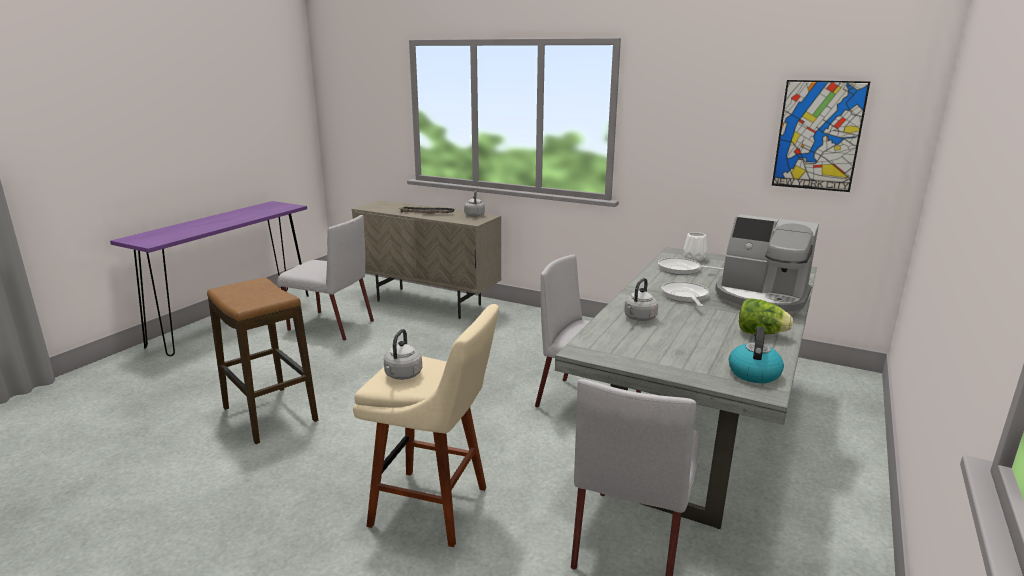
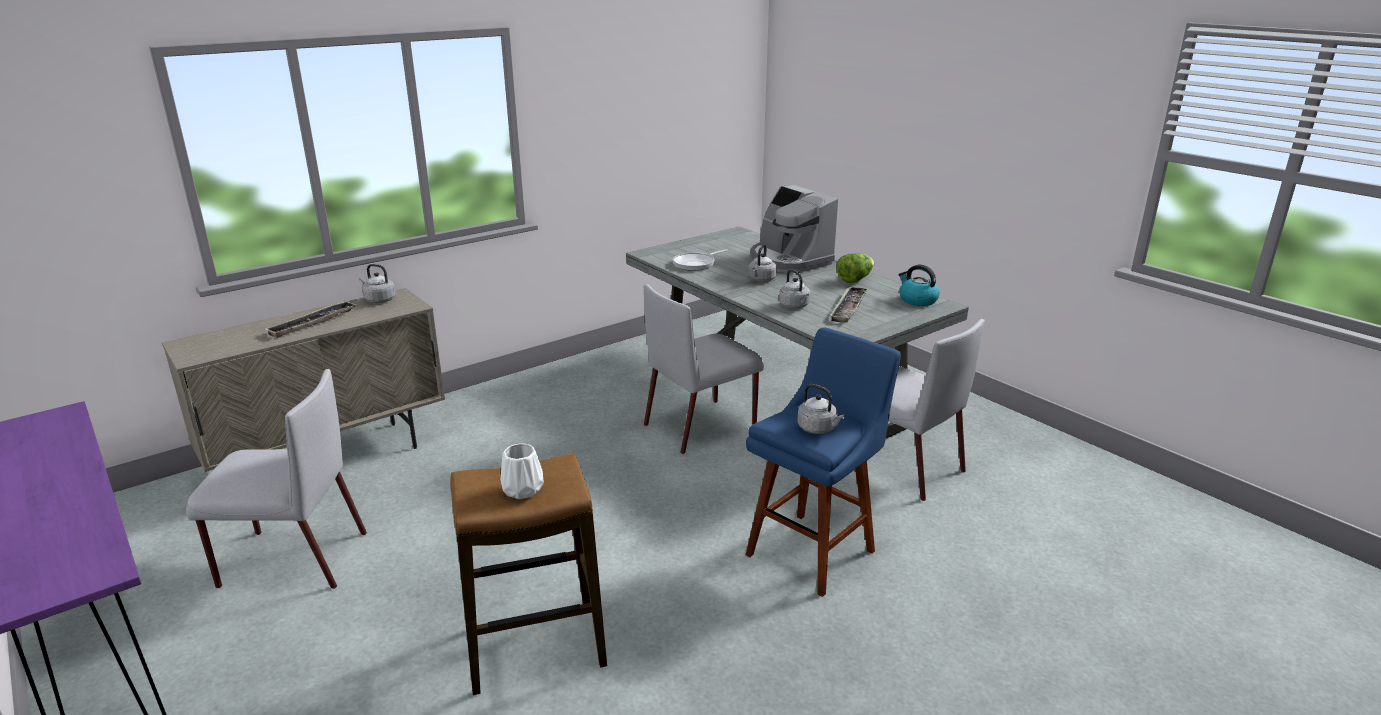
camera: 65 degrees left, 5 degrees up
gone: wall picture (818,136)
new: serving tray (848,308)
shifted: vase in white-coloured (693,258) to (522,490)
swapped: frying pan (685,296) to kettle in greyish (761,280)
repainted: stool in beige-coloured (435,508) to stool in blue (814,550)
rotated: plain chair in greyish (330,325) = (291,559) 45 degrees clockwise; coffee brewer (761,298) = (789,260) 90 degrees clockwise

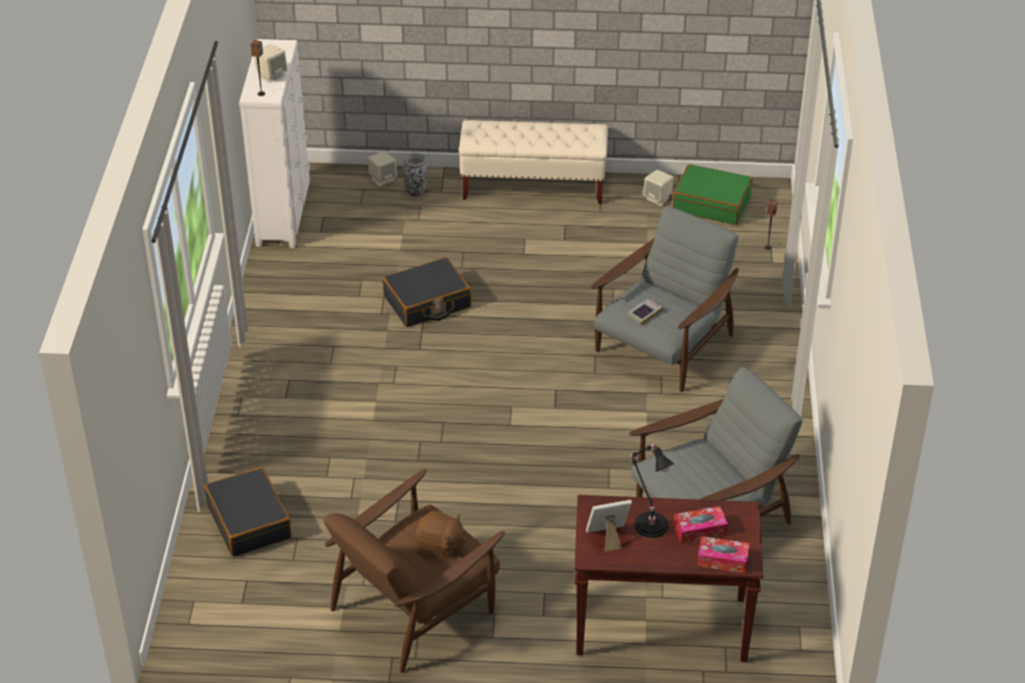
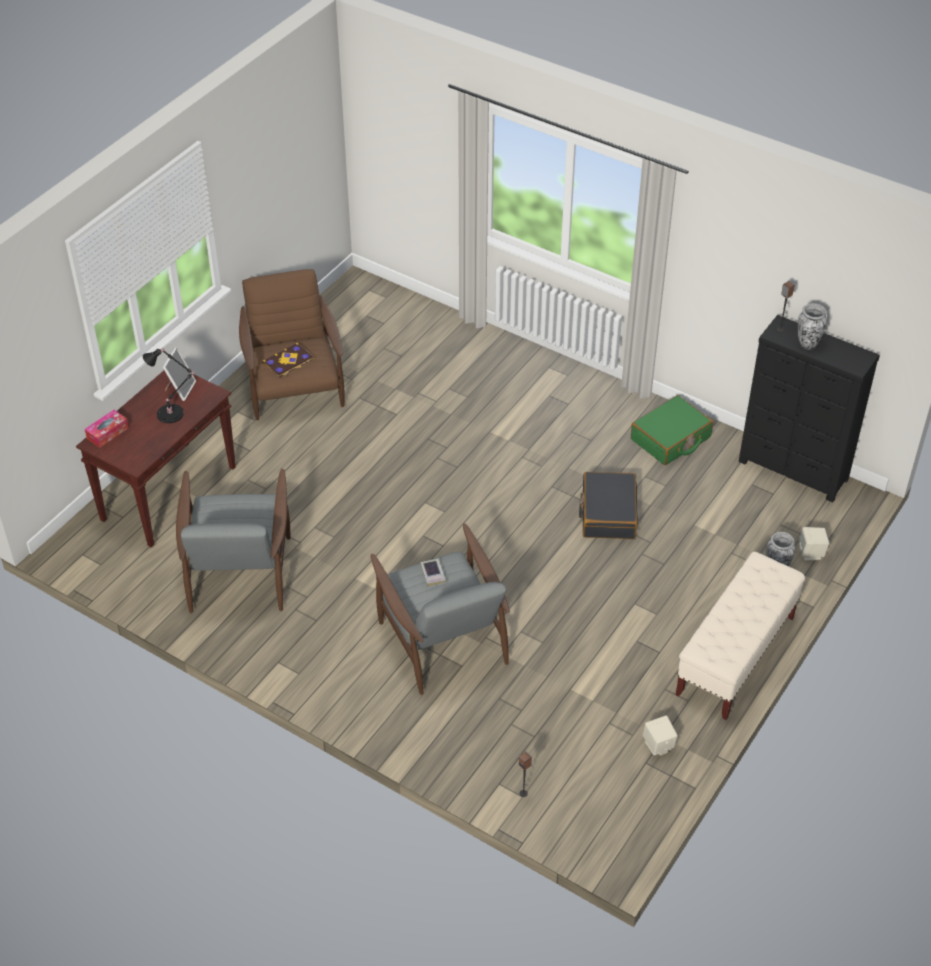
camera: 120 degrees right, 5 degrees up
gone: suitcase in black (249,521); tissue box (700,530)
shifted: suitcase in green (711,204) to (670,439)
swapped: audio speaker in beige-coloured (271,75) to vase (808,344); plush toy in brown (440,545) to bound book (288,362)
repainted: dresser in white-coloured (284,213) to dresser in black (793,471)

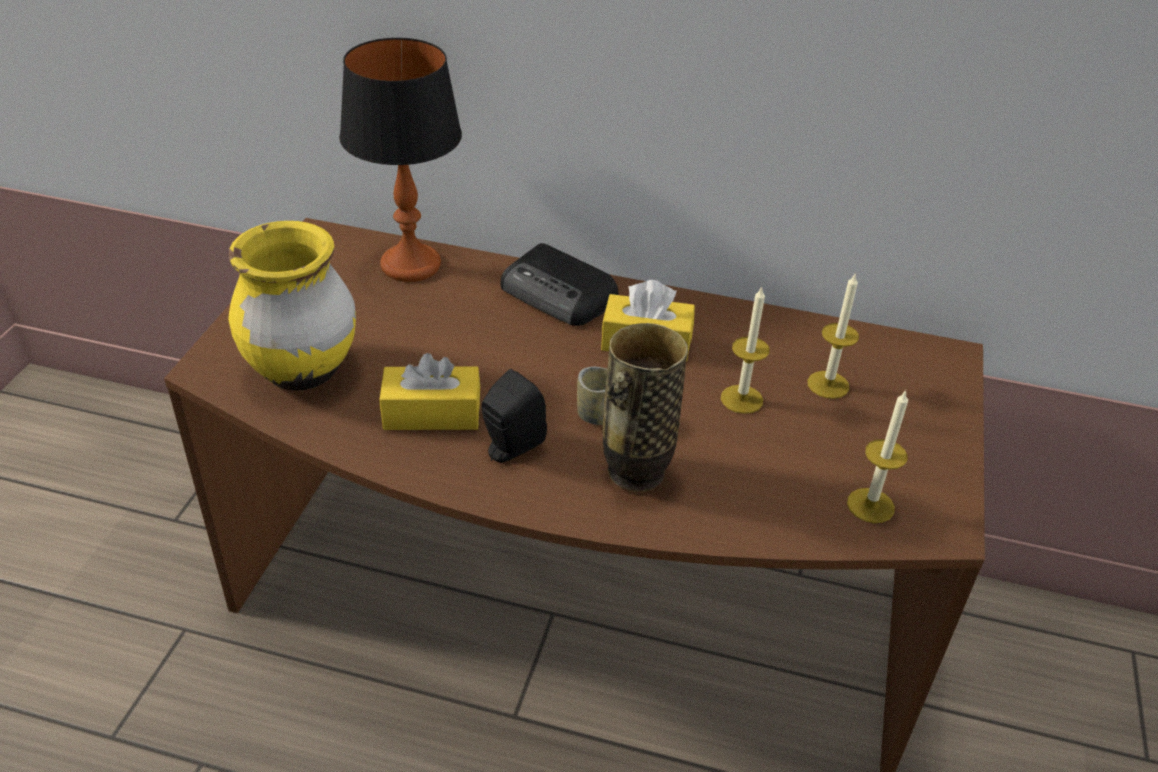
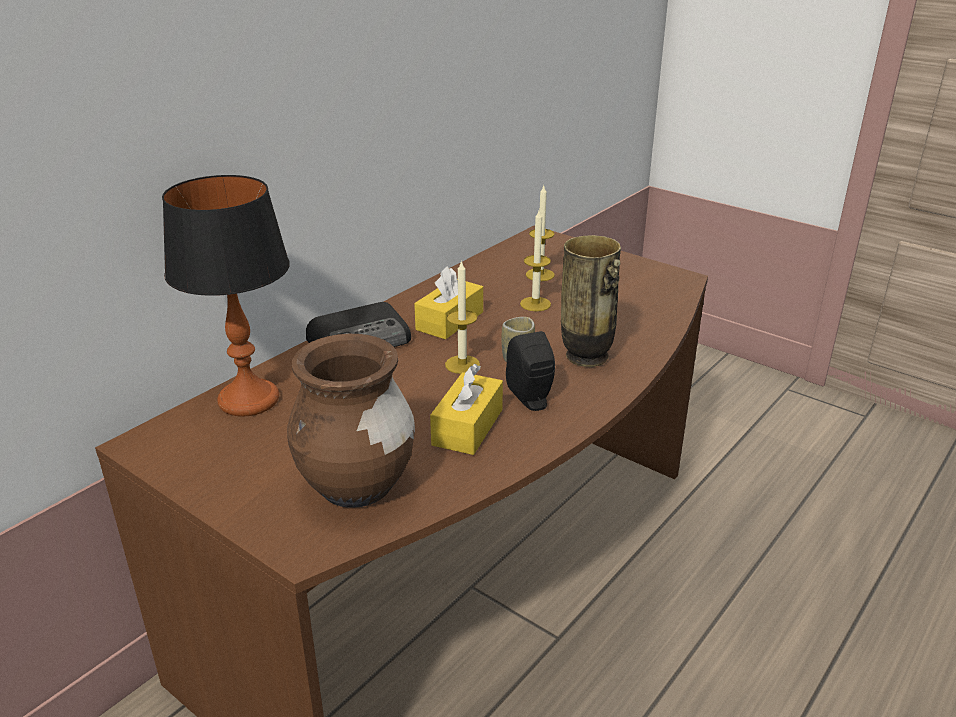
camera: 65 degrees left, 10 degrees down
shifted: candle (870,505) to (462,364)
repainted: vase in yellow-coloured (302,370) to vase in brown (357,487)

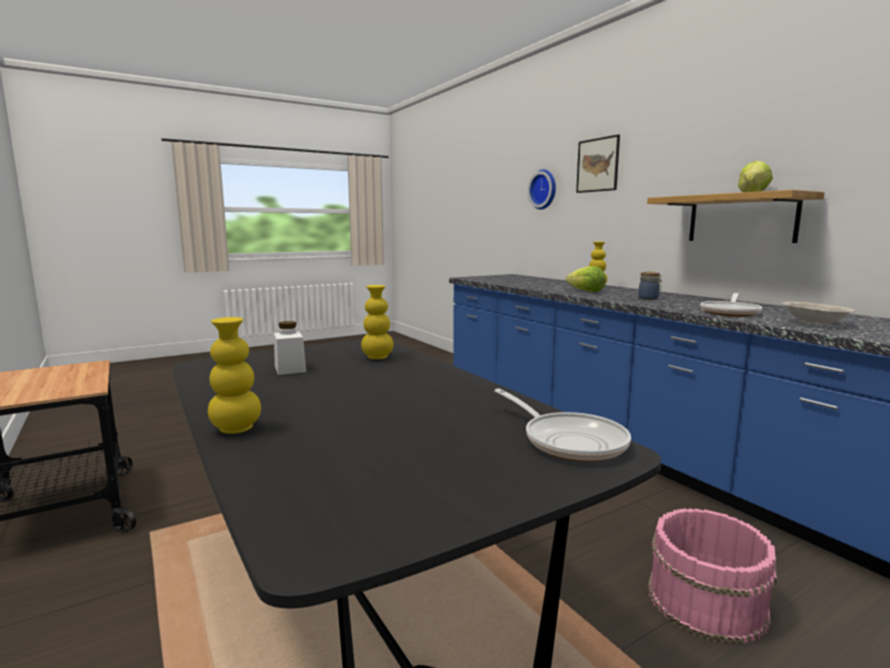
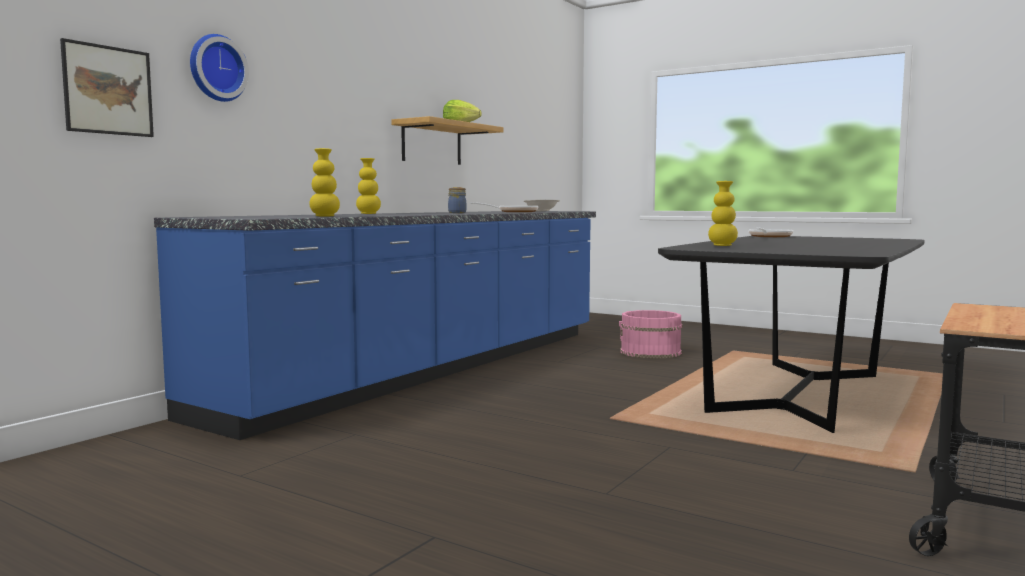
camera: 115 degrees left, 5 degrees down
gone: preserve jar in white-coloured (290,369); head of lettuce (586,291)
shifted: vase in yellow-coloured (236,429) to (325,216); wall picture (597,165) to (108,90)

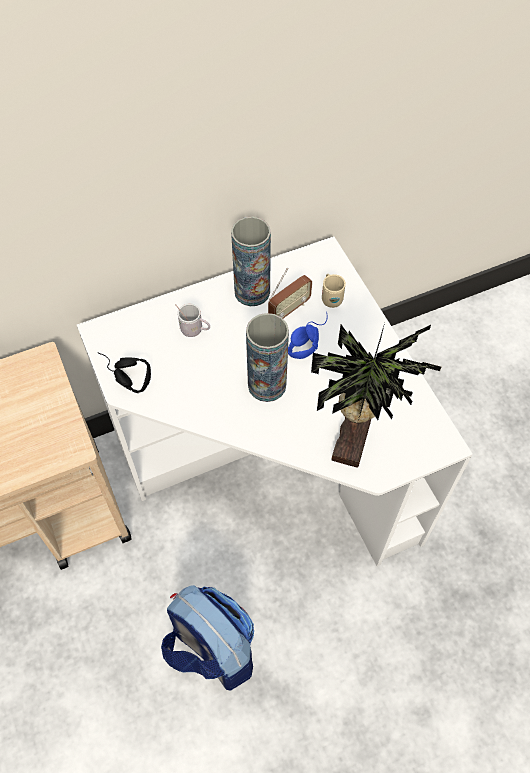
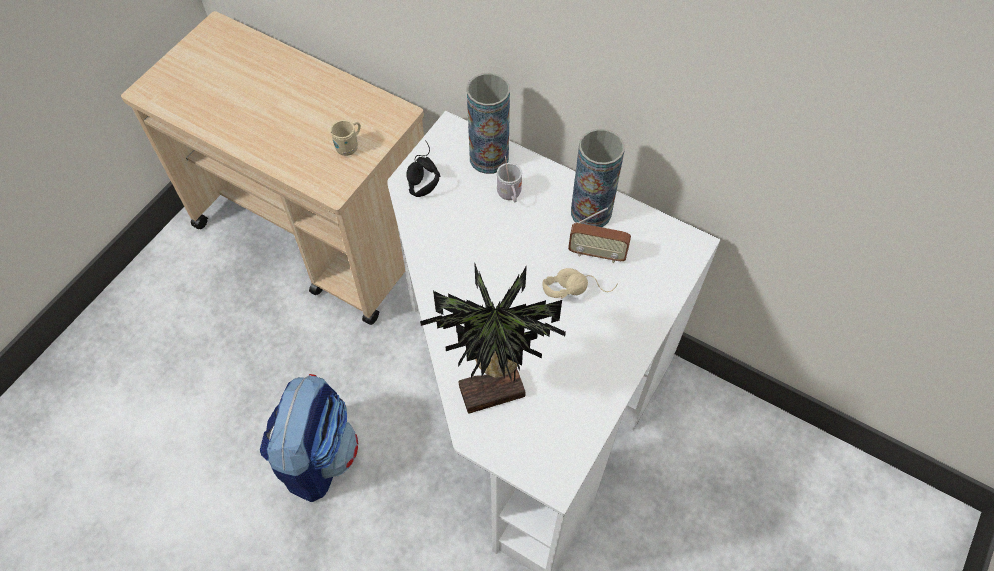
camera: 55 degrees right, 0 degrees up
shifted: vase (267,385) to (489,158); coffee mug in beige-coloured (331,298) to (349,146)
repainted: headphones in blue (306,338) to headphones in beige-coloured (577,287)

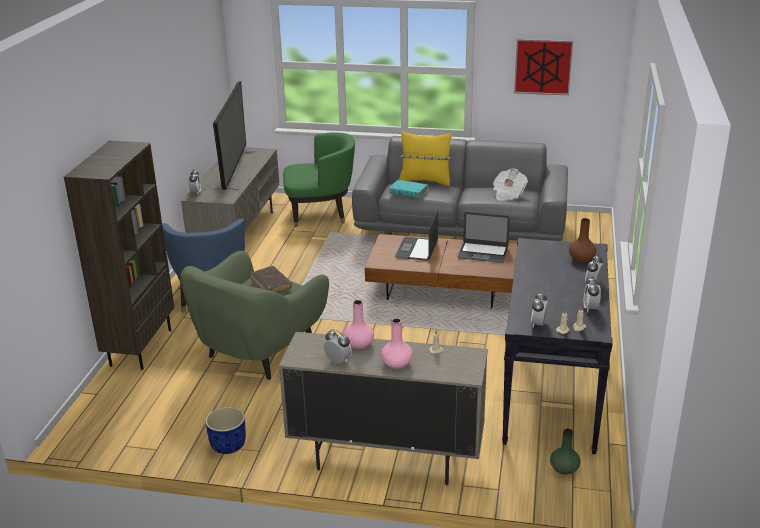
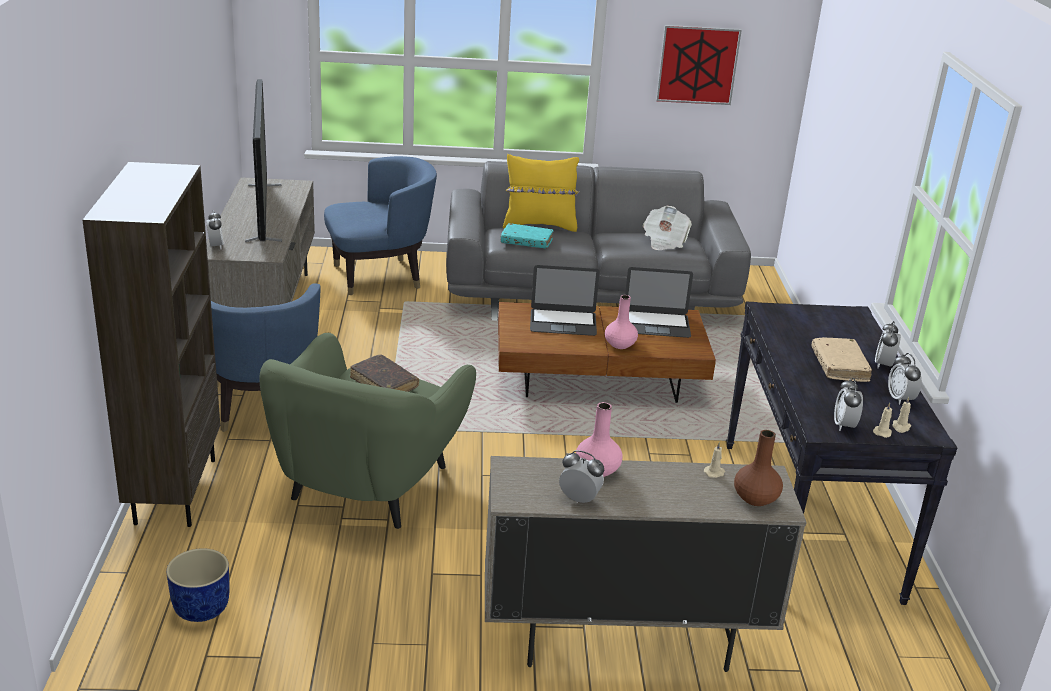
camera: 15 degrees left, 0 degrees up
gone: vase in green (564,469)
new: bound book in beige-coloured (839,366)
shifted: flower pot in blue (228,445) to (201,608); vase in pink-coloured (397,364) to (620,344); vase in brown (581,258) to (755,498)
repainted: easy chair in green (320,214) to easy chair in blue (379,276)
rotated: portable computer (417,249) = (563,322) 90 degrees counterclockwise

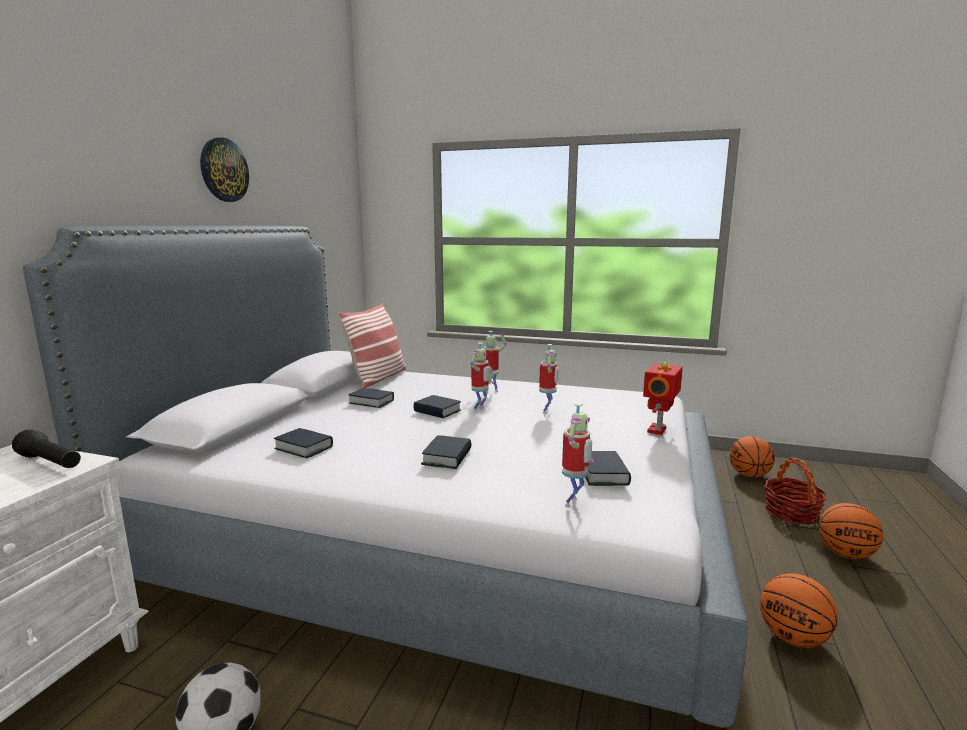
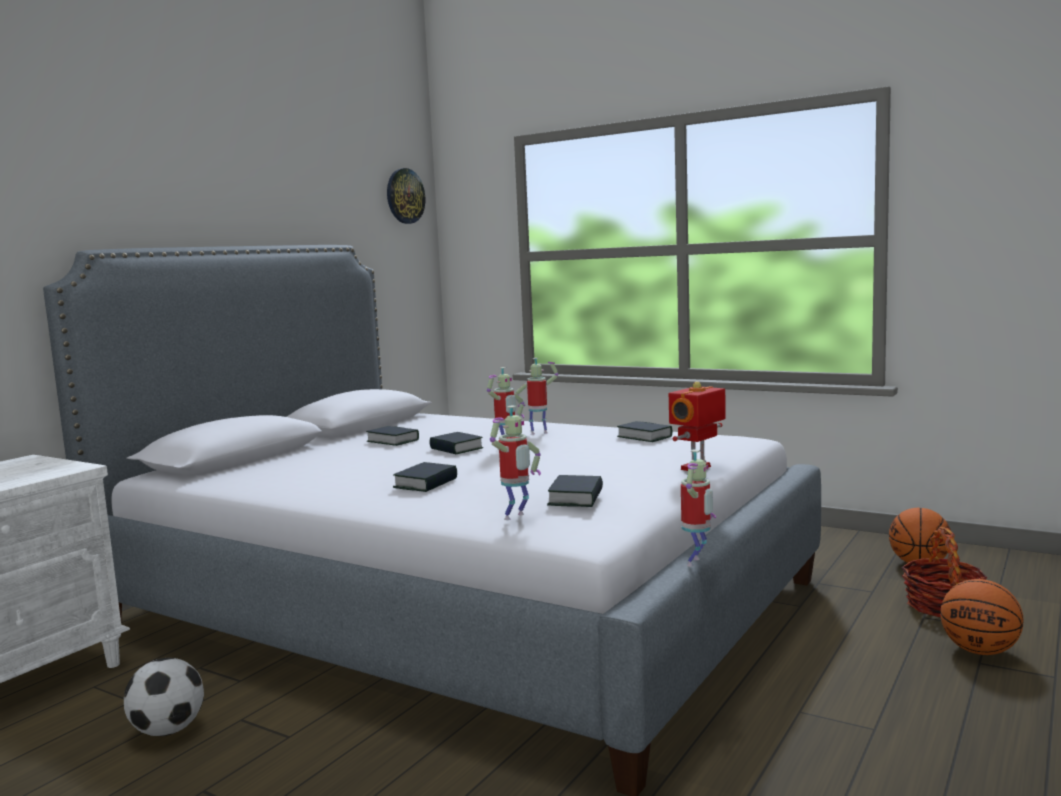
camera: 15 degrees right, 5 degrees down
gone: torch in black (51,463); pillow (377,378); ball for basketball (793,638)
shifted: hanging clock (224,170) to (405,196); bound book (304,448) to (644,437); toy robot (547,411) to (697,563)

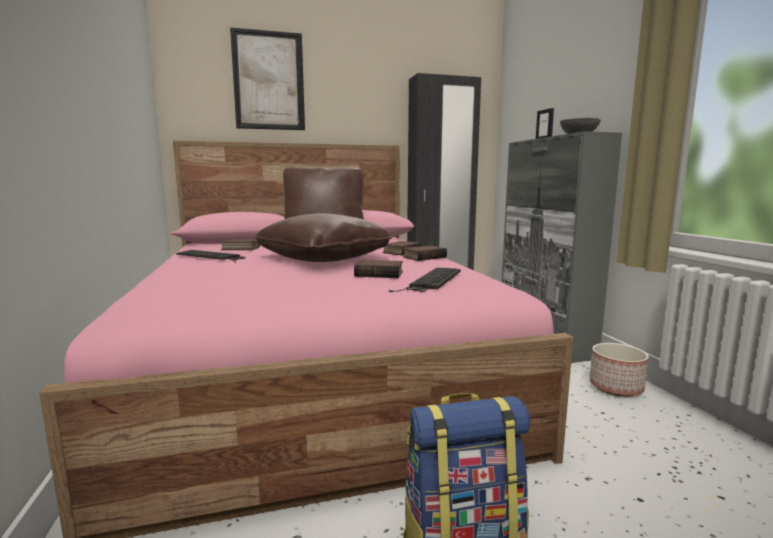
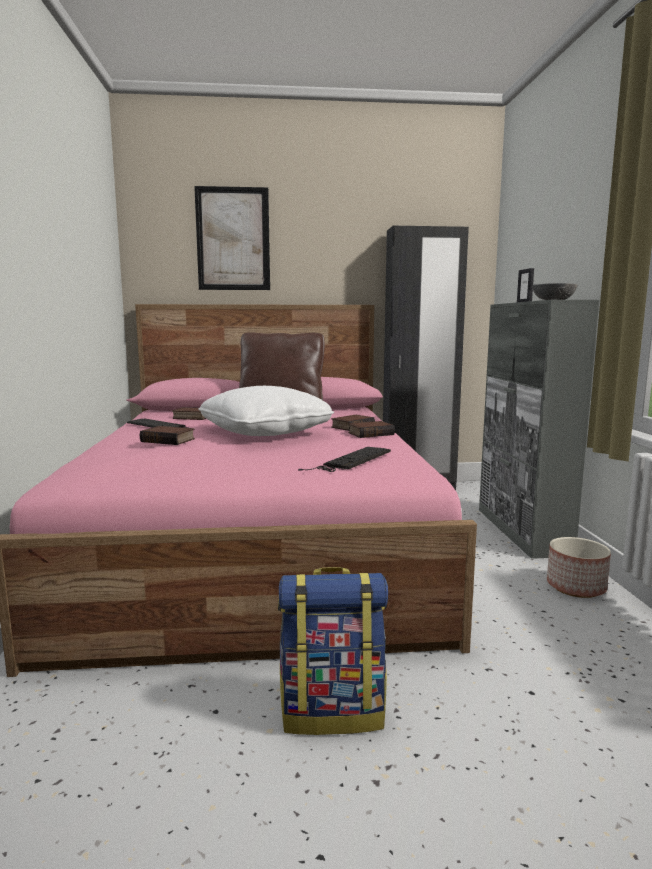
camera: 10 degrees right, 0 degrees up
shifted: bound book (380,273) to (169,440)
repainted: pillow in brown (324,259) to pillow in white-coloured (265,432)

